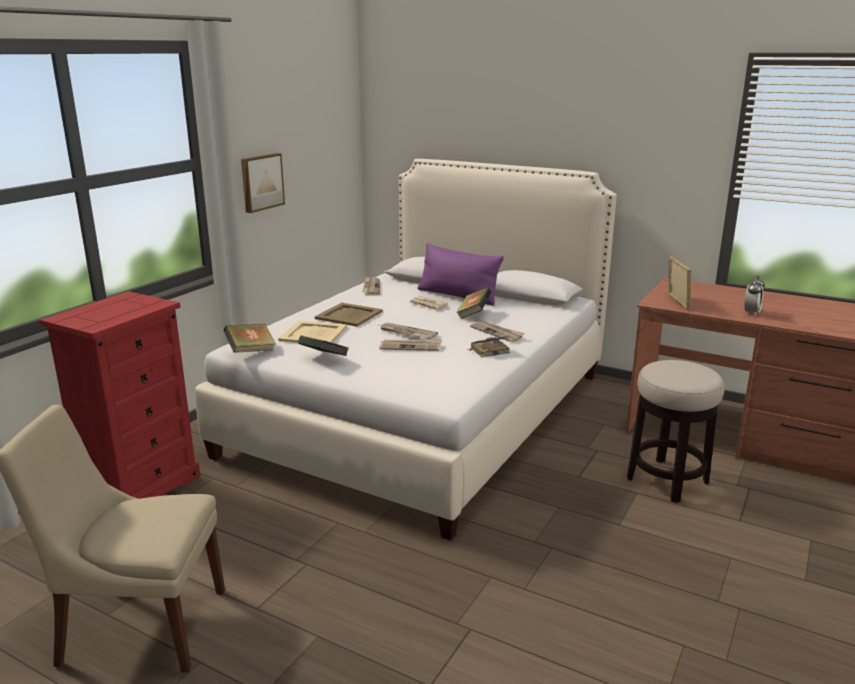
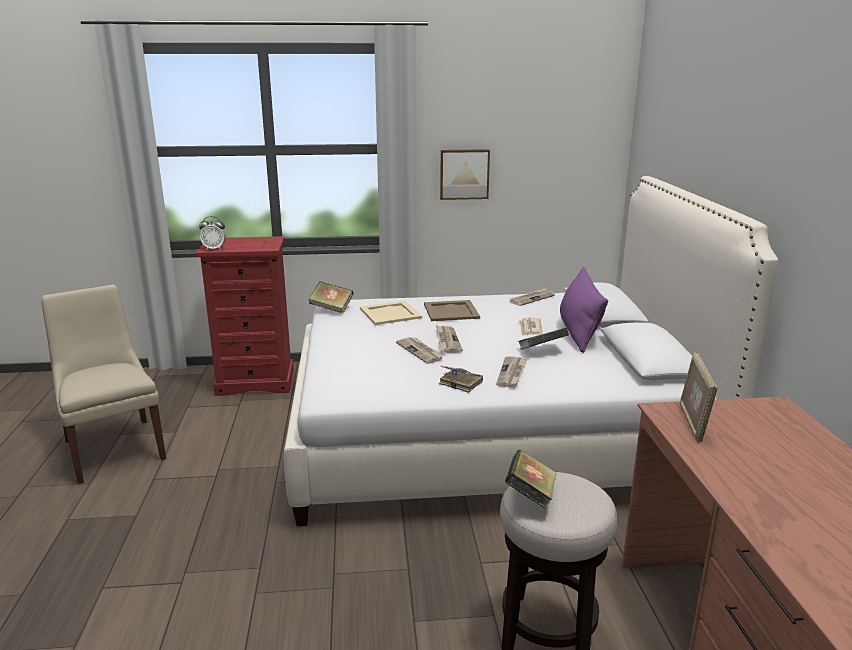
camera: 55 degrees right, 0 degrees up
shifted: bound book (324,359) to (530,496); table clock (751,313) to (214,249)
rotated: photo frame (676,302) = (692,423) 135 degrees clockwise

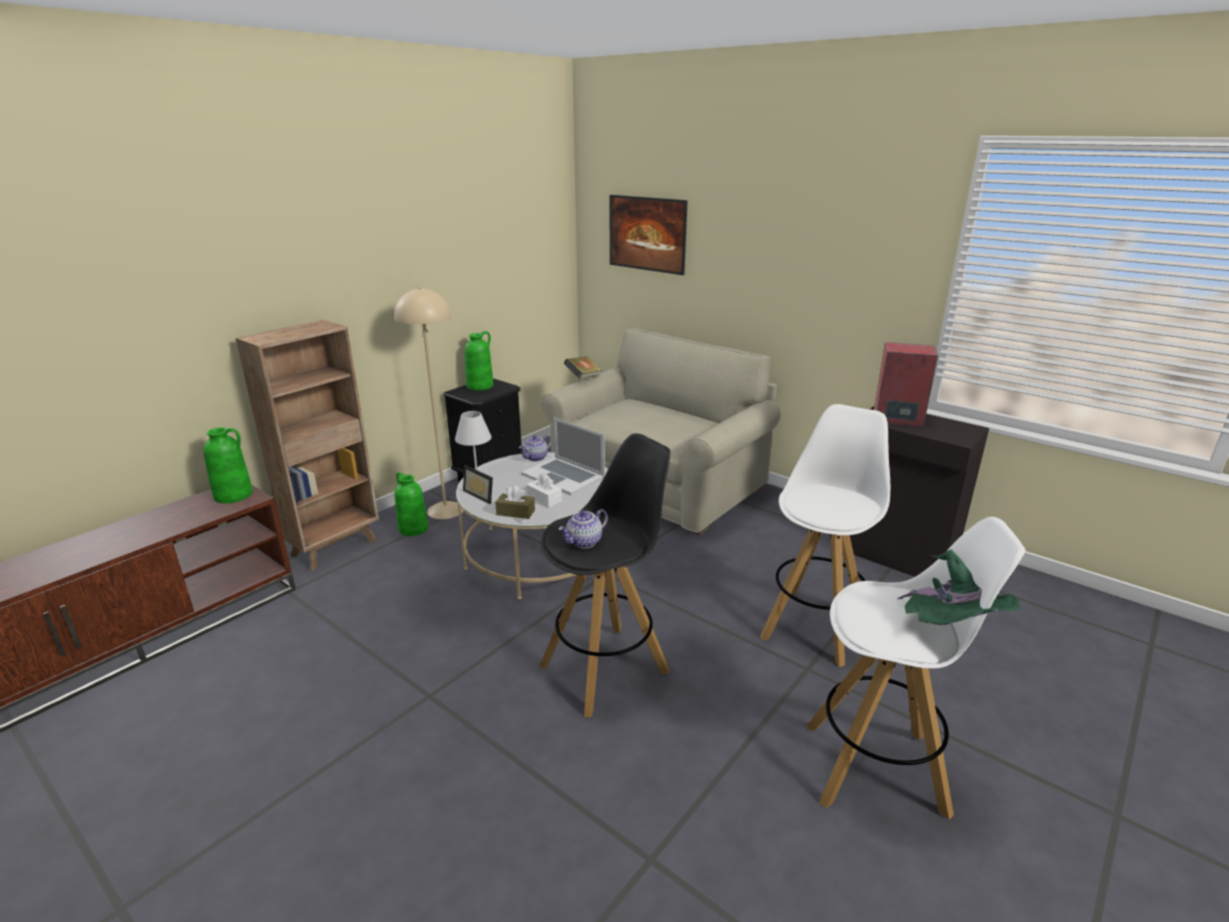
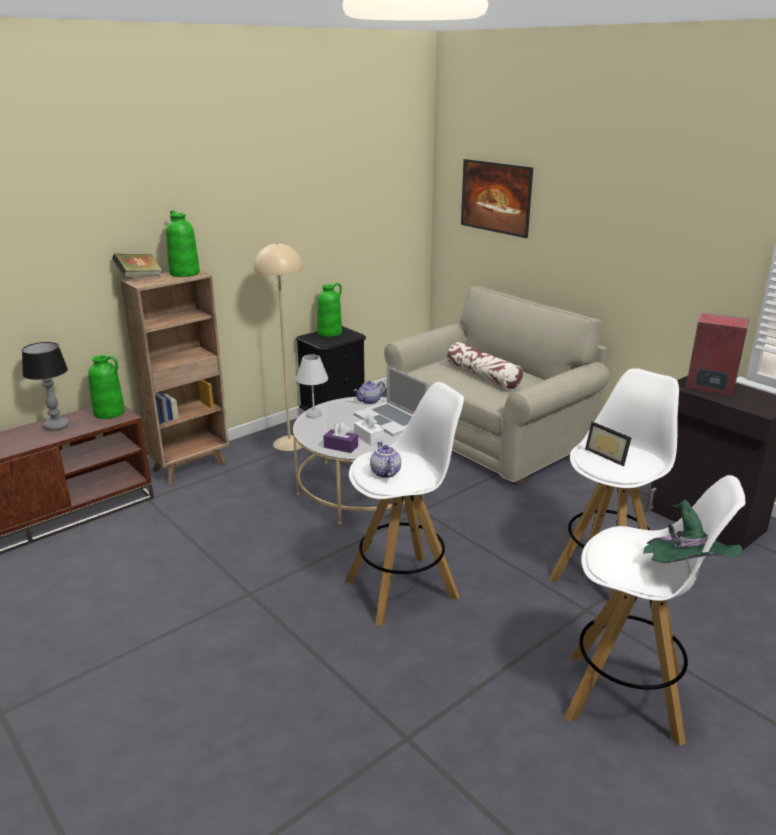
camera: 10 degrees right, 0 degrees up
new: tabletop lamp (57,426); pillow (483,376)
shifted: vase in green (412,528) to (184,273); photo frame (482,494) to (608,455); bound book (583,378) to (139,278)
repainted: tissue box in brown (515,512) to tissue box in purplish (341,447); stool in black (606,668) to stool in white-coloured (403,588)
rotated: tea pot (584,542) = (384,472) 105 degrees clockwise

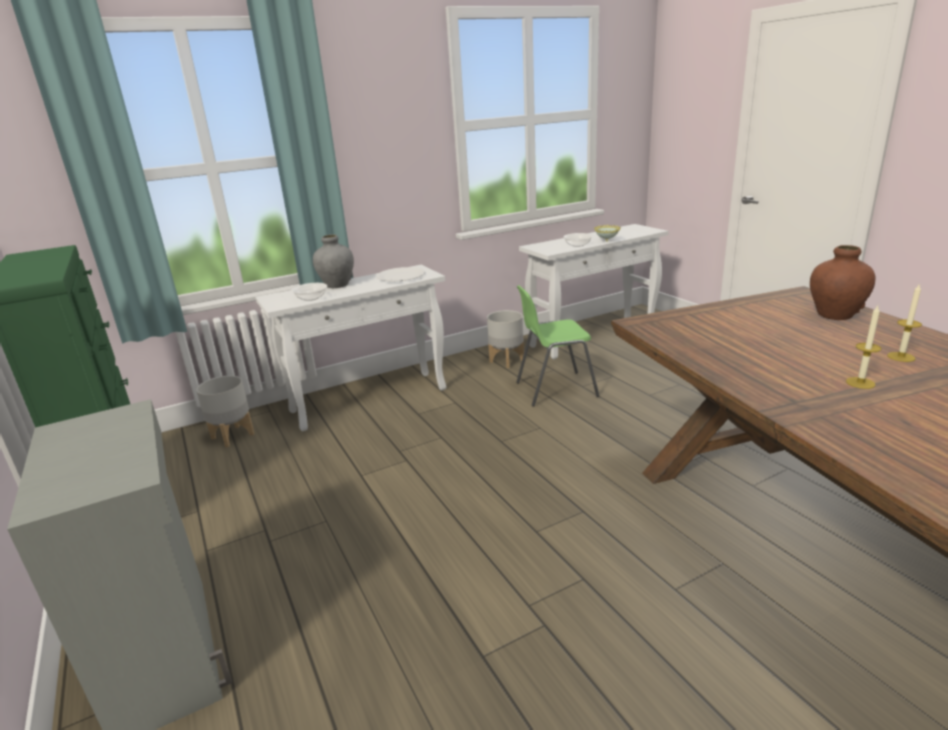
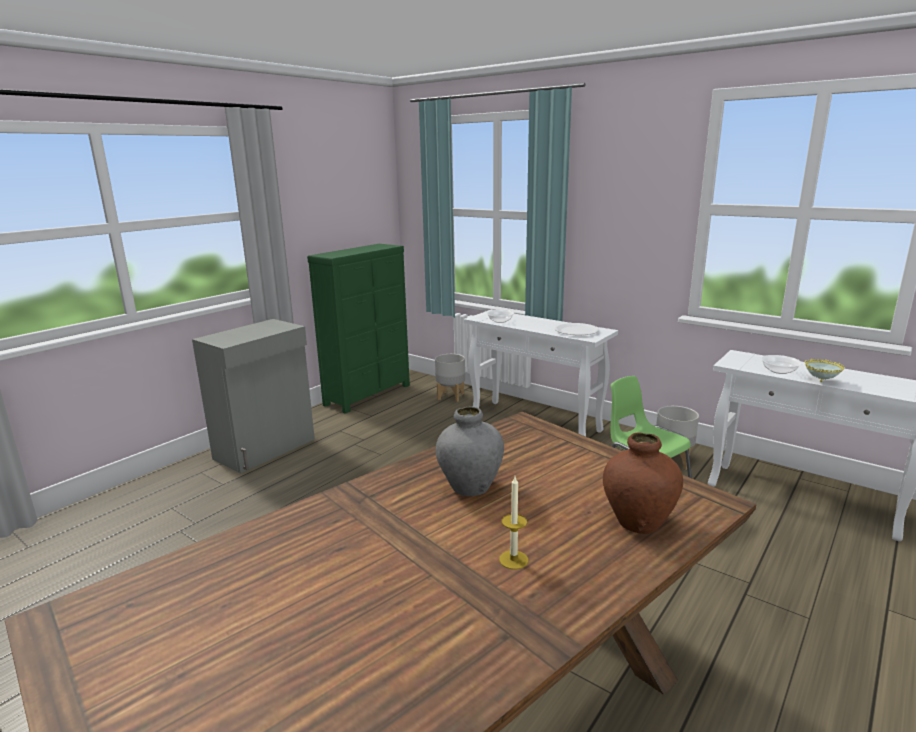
camera: 65 degrees right, 5 degrees down
gone: candle (860,383)
shifted: vase in greyish (337,285) to (470,487)

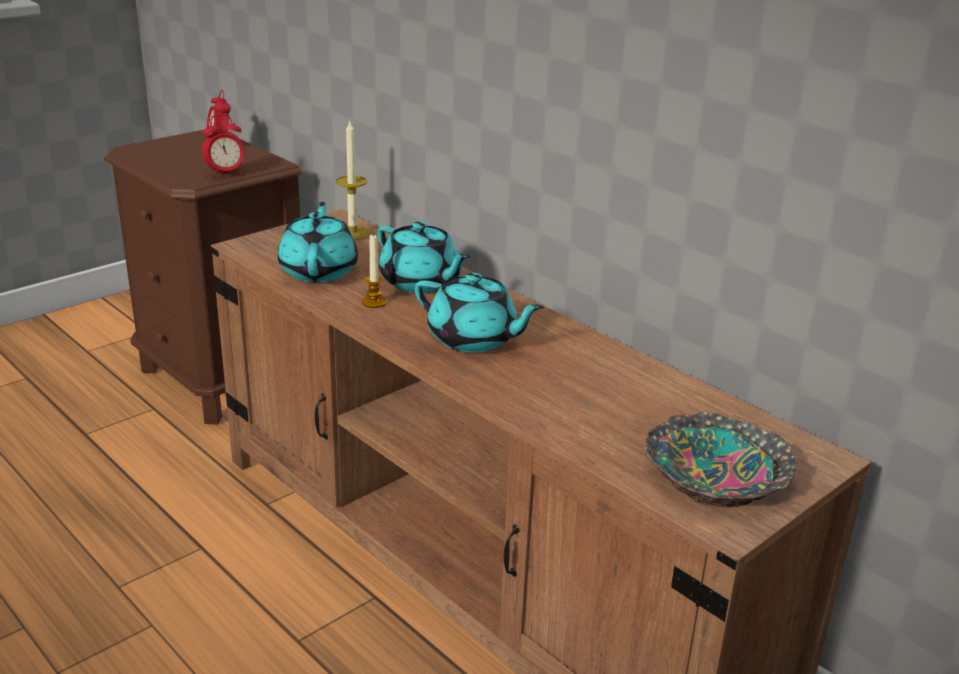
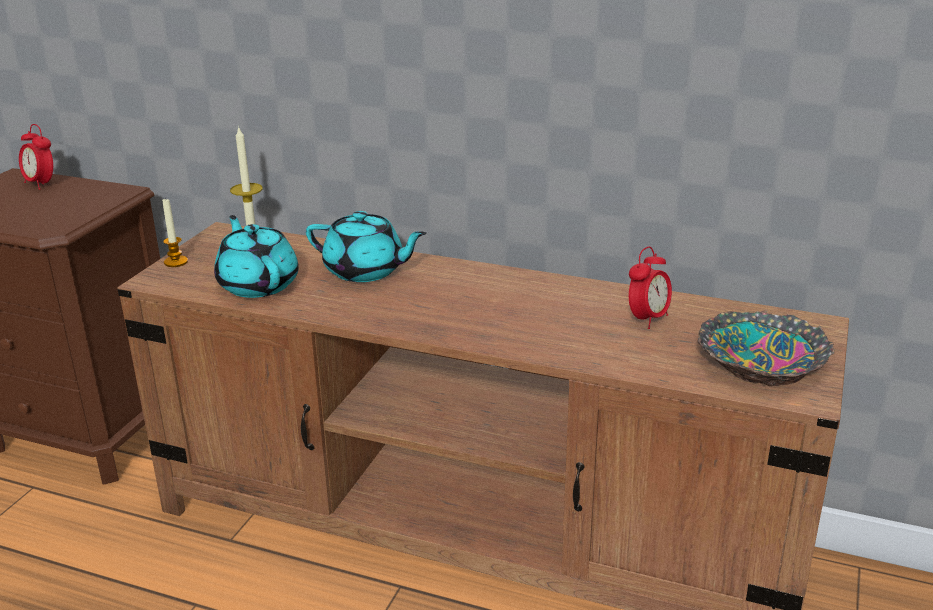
camera: 25 degrees left, 0 degrees up
gone: tea pot in blue-green (474,339)
shifted: table clock (226,174) to (647,319); candle (374,302) to (176,262)

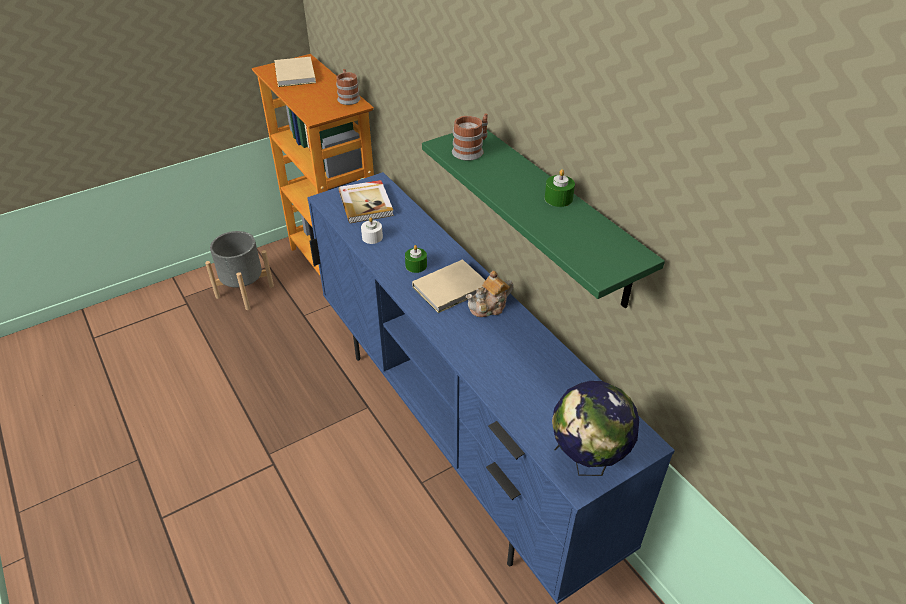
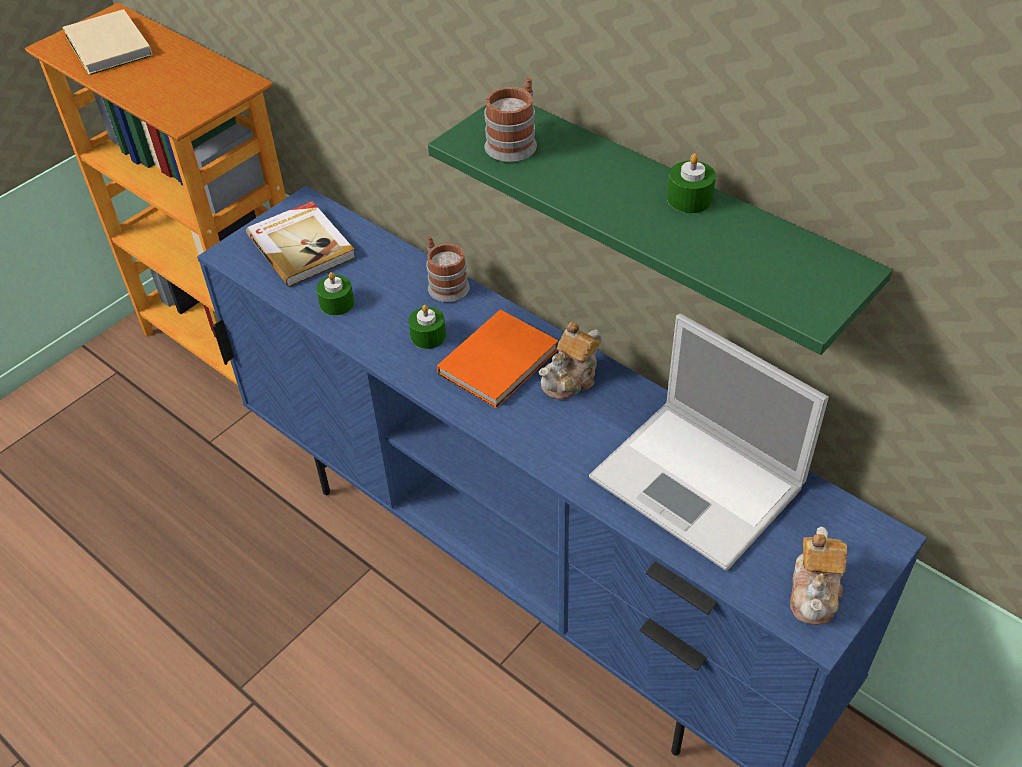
camera: 15 degrees left, 5 degrees up
gone: flower pot in greyish (244,291)
new: portable computer (700,484)
shifted: coffee mug (348,97) to (445,284)
swapped: desk globe (587,462) to tea pot (815,592)
repainted: candle in white-coloured (372,237) to candle in green (337,303); bound book in beige-coloured (452,288) to bound book in orangey (501,360)

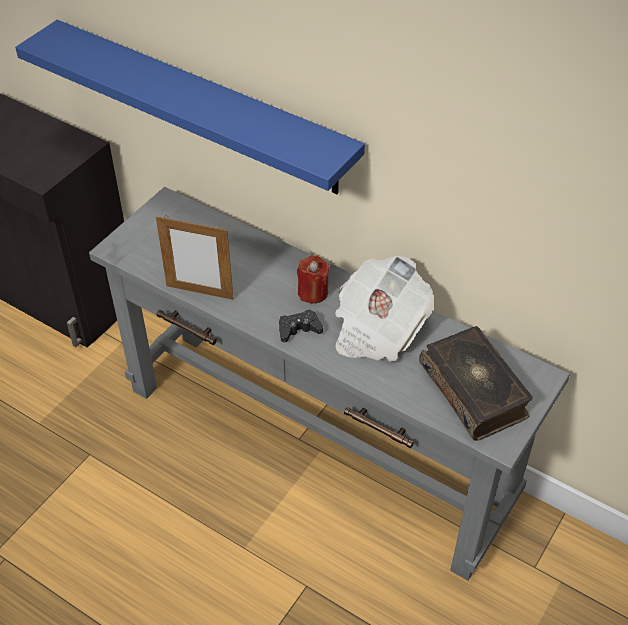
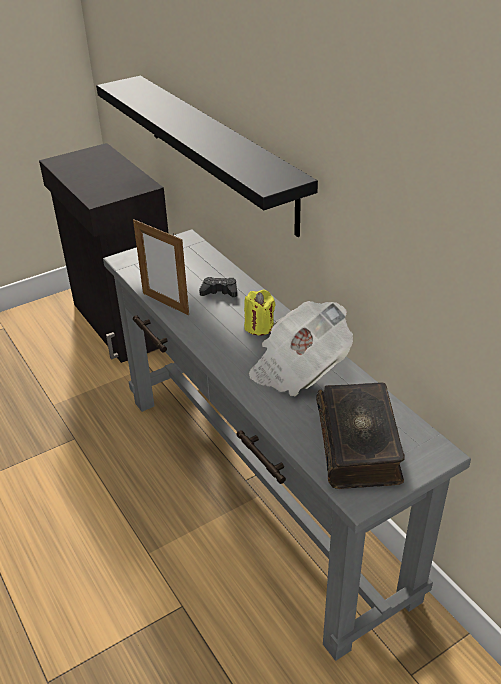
camera: 25 degrees right, 10 degrees down
shifted: joypad in black (299,329) to (219,292)
repainted: wall shelf in blue (203,107) to wall shelf in black (217,150); candle in red-coloured (313,292) to candle in yellow-coloured (259,327)

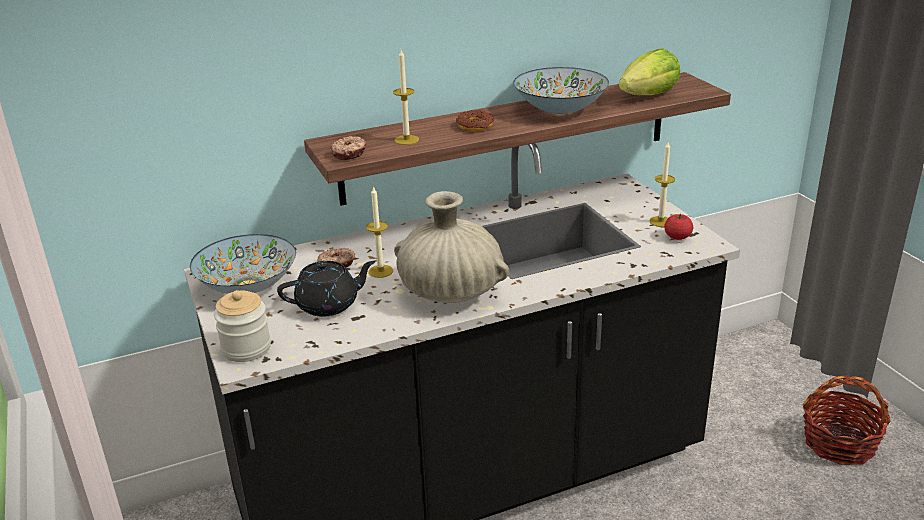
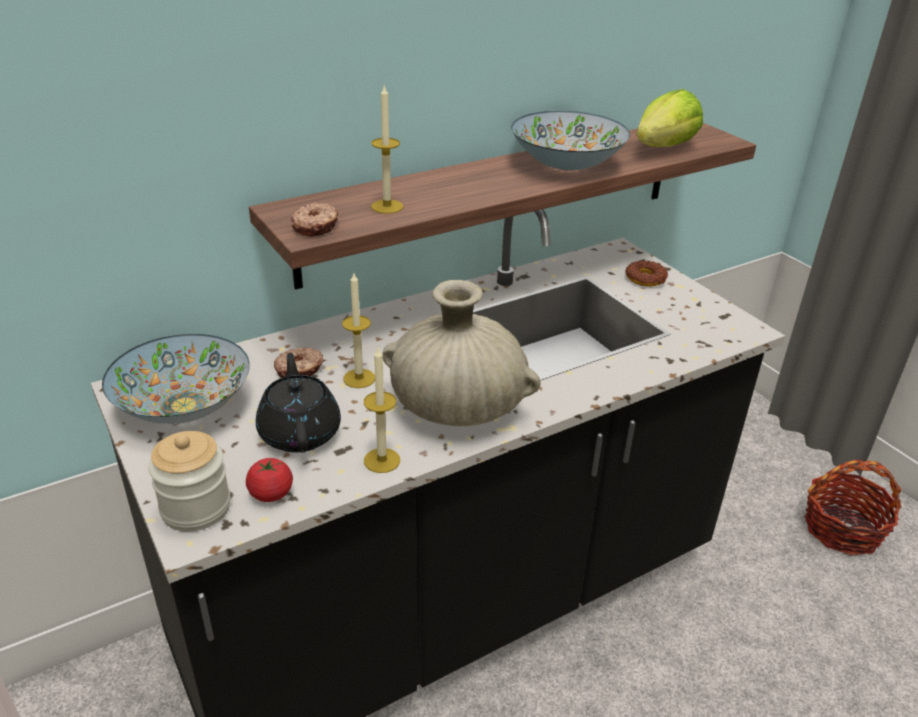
camera: 10 degrees left, 5 degrees up
shifted: donut (475,126) to (645,278); candle (661,221) to (382,460); tomato (677,237) to (271,494)
rotated: tea pot in black (329,305) = (300,432) 75 degrees counterclockwise

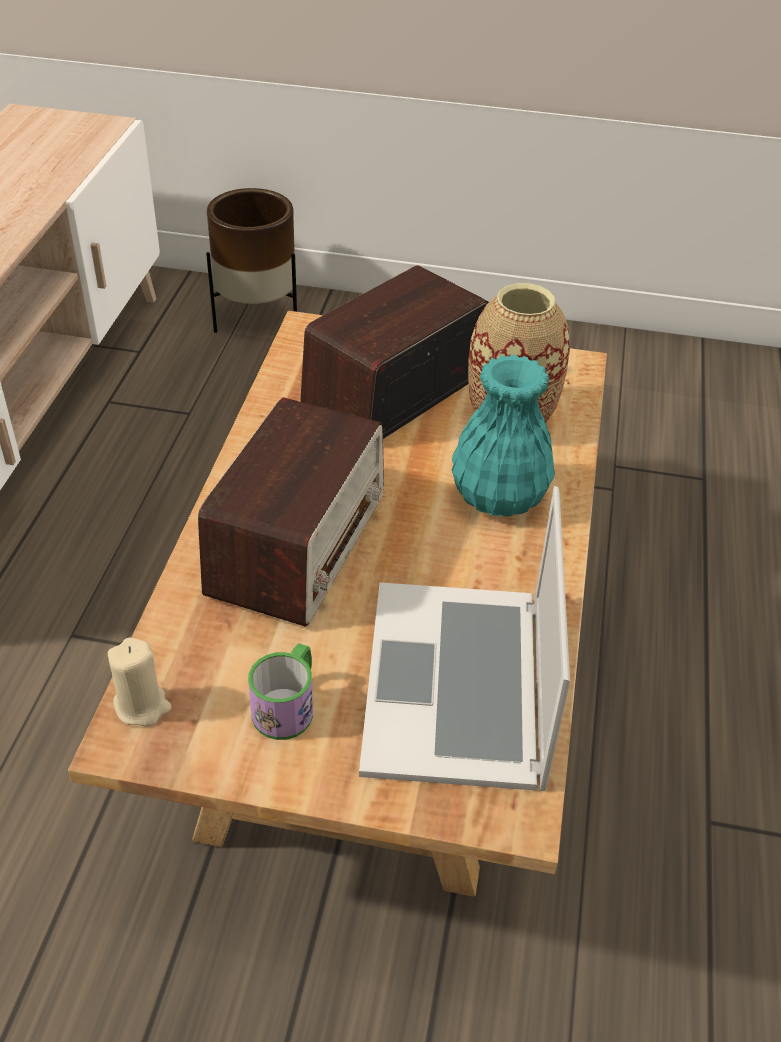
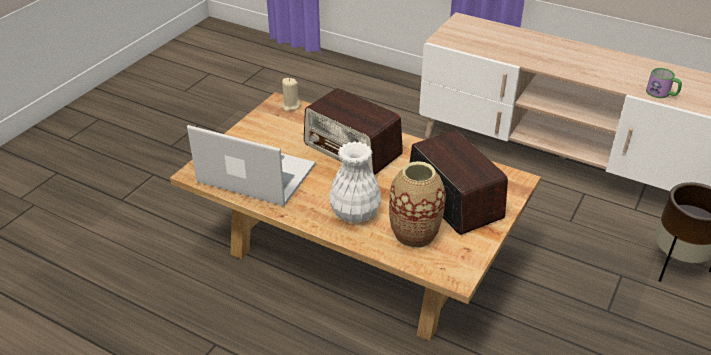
camera: 110 degrees right, 5 degrees down
shifted: coffee mug (288,705) to (661,93)
repainted: vase in blue-green (500,497) to vase in white-coloured (354,213)

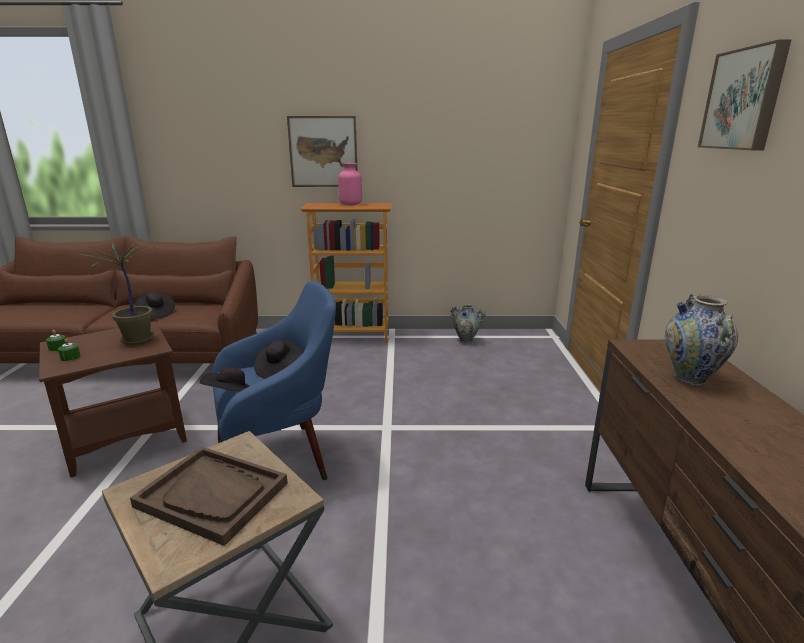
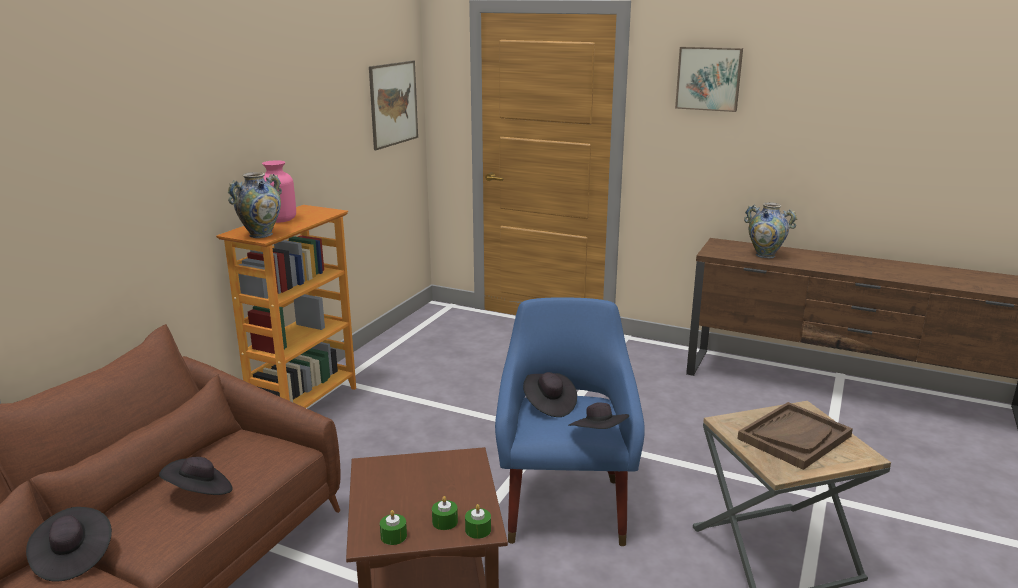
camera: 65 degrees left, 0 degrees up
gone: potted plant (137,340)
new: wearable hat in black (73,557); candle in green (478,530)
shifted: wall picture (323,152) to (393,104); vase (466,340) to (261,235)

